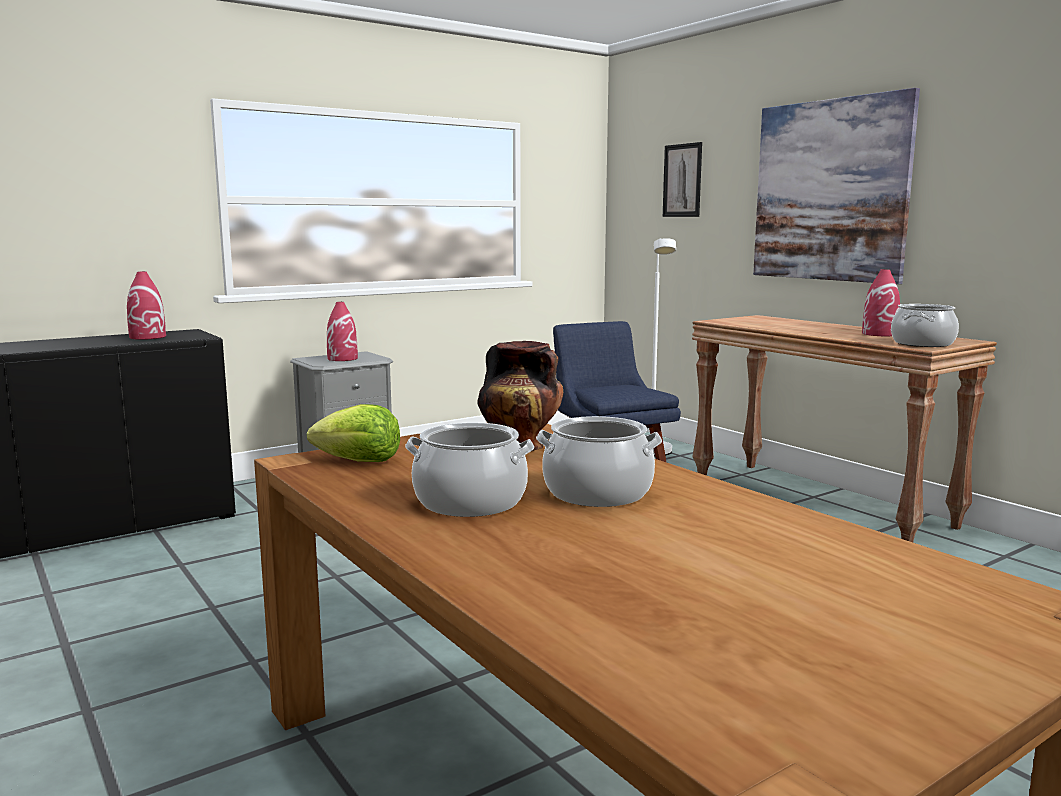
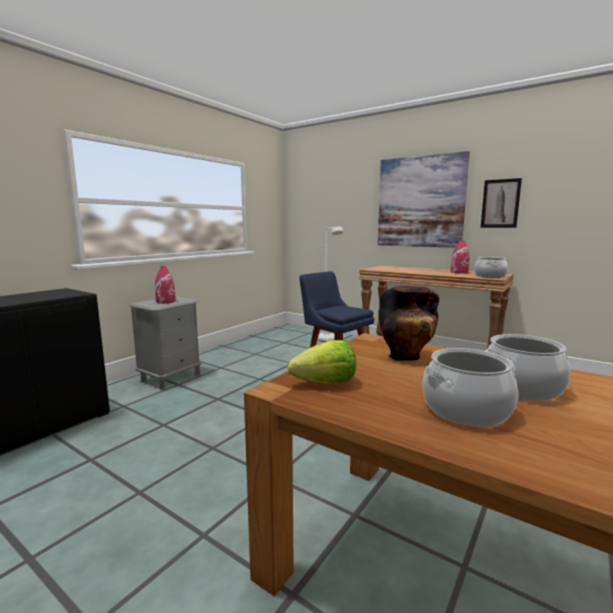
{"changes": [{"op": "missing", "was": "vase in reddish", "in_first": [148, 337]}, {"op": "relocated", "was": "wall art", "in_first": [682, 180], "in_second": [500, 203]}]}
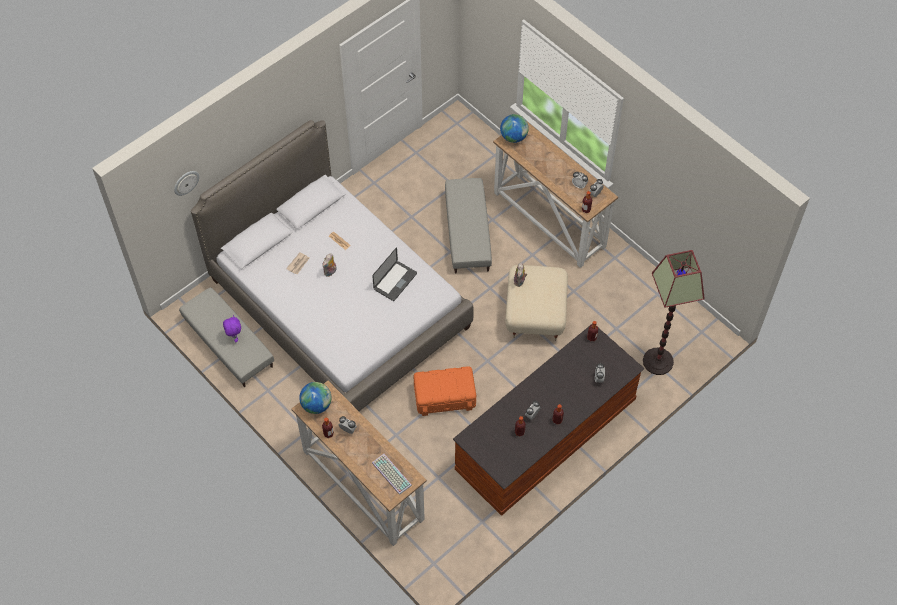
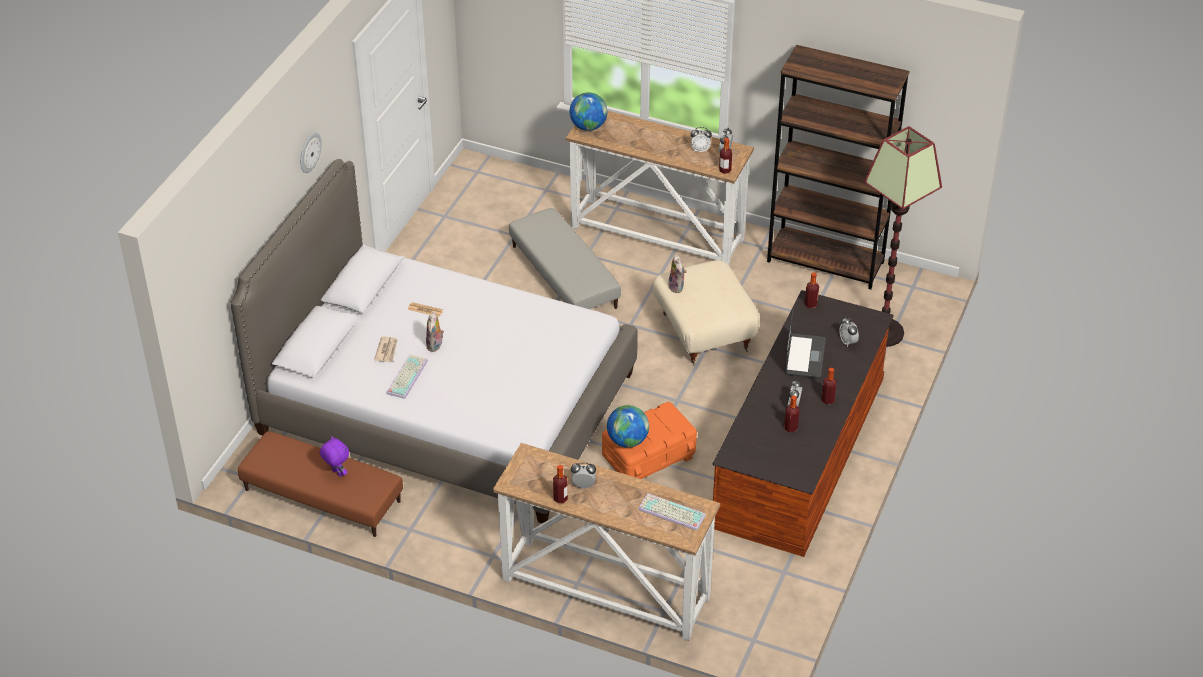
{"changes": [{"op": "relocated", "was": "hanging clock", "in_first": [186, 182], "in_second": [309, 152]}, {"op": "colour", "was": "footrest in grey", "now": "footrest in brown", "in_first": [228, 343], "in_second": [322, 496]}, {"op": "relocated", "was": "globe", "in_first": [316, 405], "in_second": [627, 441]}, {"op": "relocated", "was": "portable computer", "in_first": [395, 281], "in_second": [804, 357]}, {"op": "appeared", "now": "PC keyboard", "in_second": [406, 376]}, {"op": "appeared", "now": "shelving unit in brown", "in_second": [826, 262]}]}
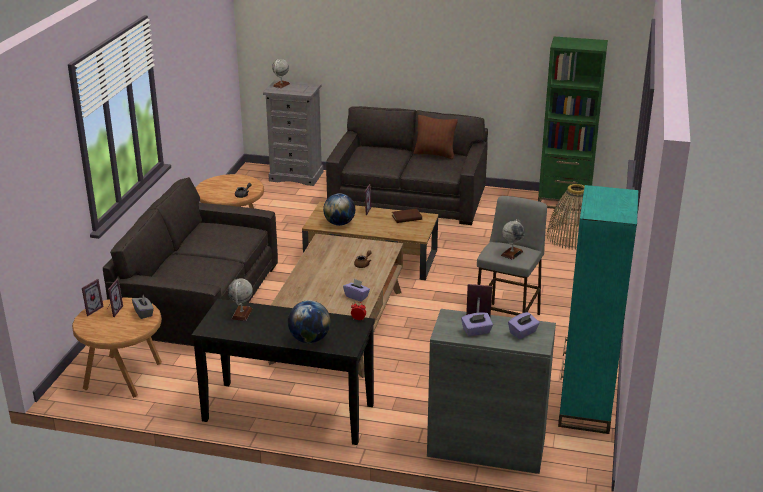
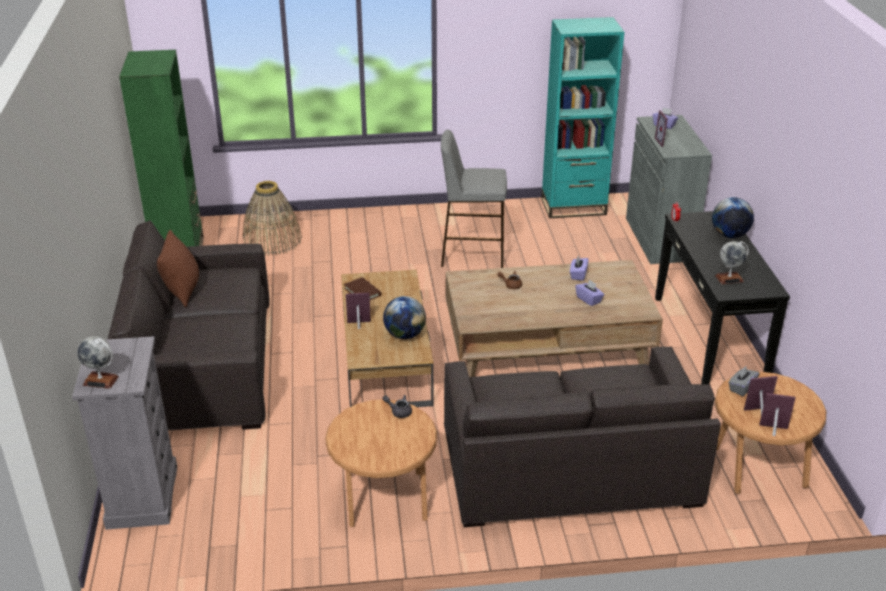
{"changes": [{"op": "relocated", "was": "tissue box in purplish", "in_first": [476, 332], "in_second": [589, 299]}, {"op": "missing", "was": "globe", "in_first": [512, 253]}]}
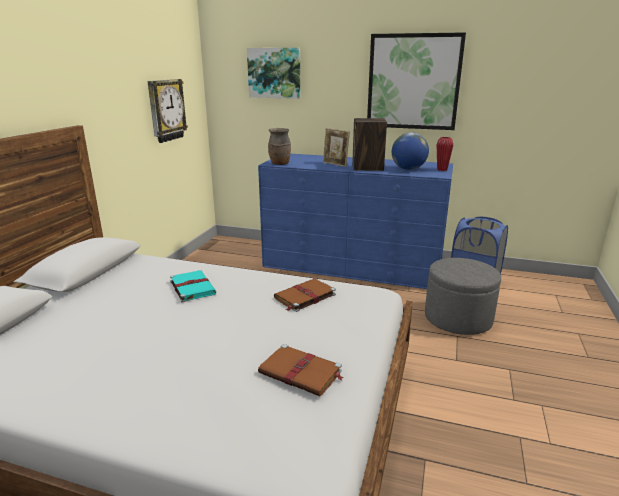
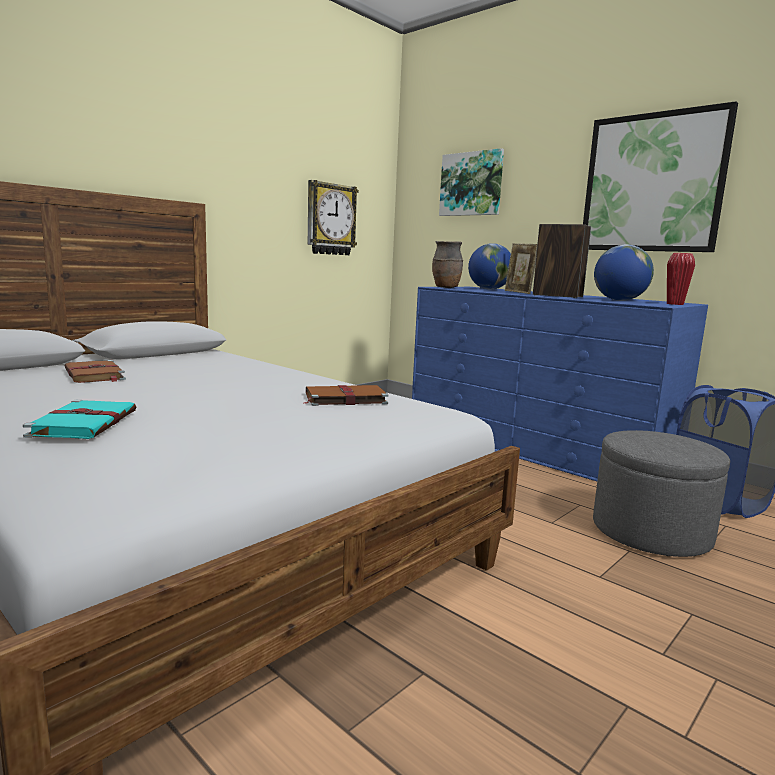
{"changes": [{"op": "relocated", "was": "book in blue-green", "in_first": [192, 287], "in_second": [85, 423]}, {"op": "relocated", "was": "book in brown", "in_first": [301, 373], "in_second": [95, 375]}, {"op": "appeared", "now": "globe", "in_second": [489, 289]}]}
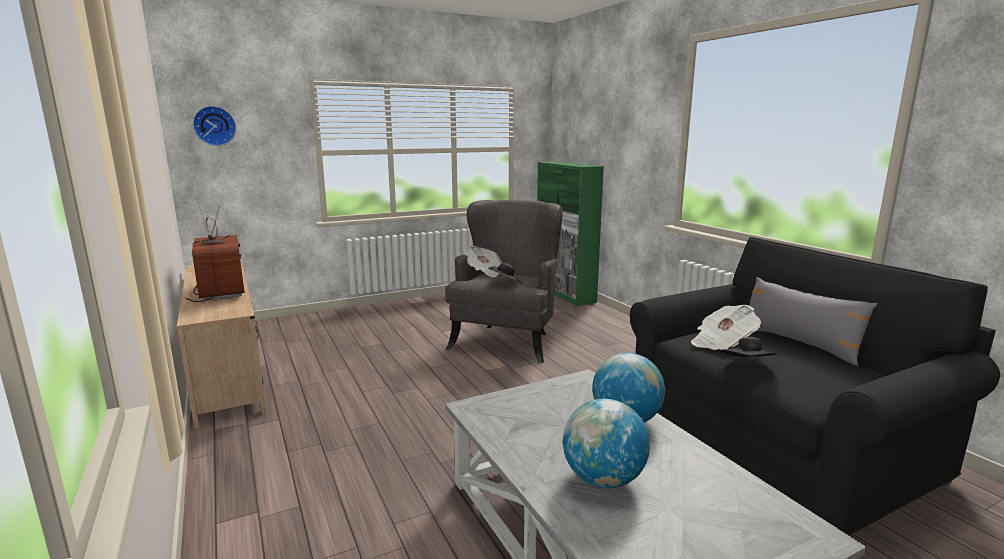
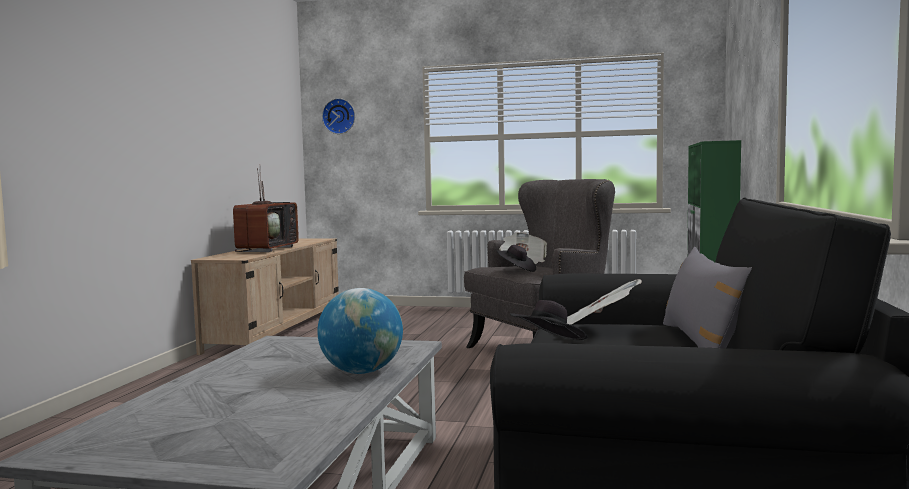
{"changes": [{"op": "missing", "was": "globe", "in_first": [603, 479]}]}
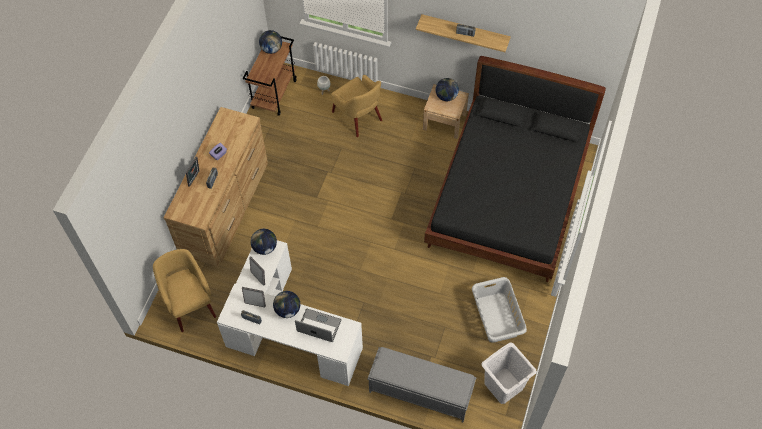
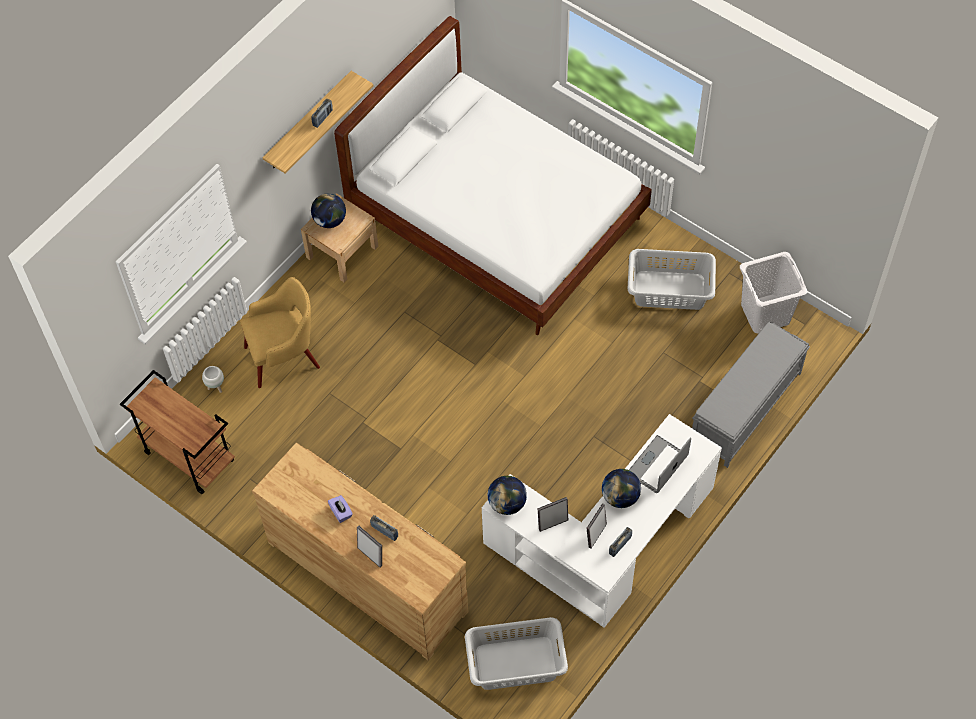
{"changes": [{"op": "exchanged", "was": "armchair in yellowish", "now": "laundry basket in grey", "in_first": [190, 304], "in_second": [515, 662]}, {"op": "missing", "was": "globe", "in_first": [271, 49]}, {"op": "colour", "was": "bed in black", "now": "bed in white-coloured", "in_first": [509, 197], "in_second": [497, 217]}]}
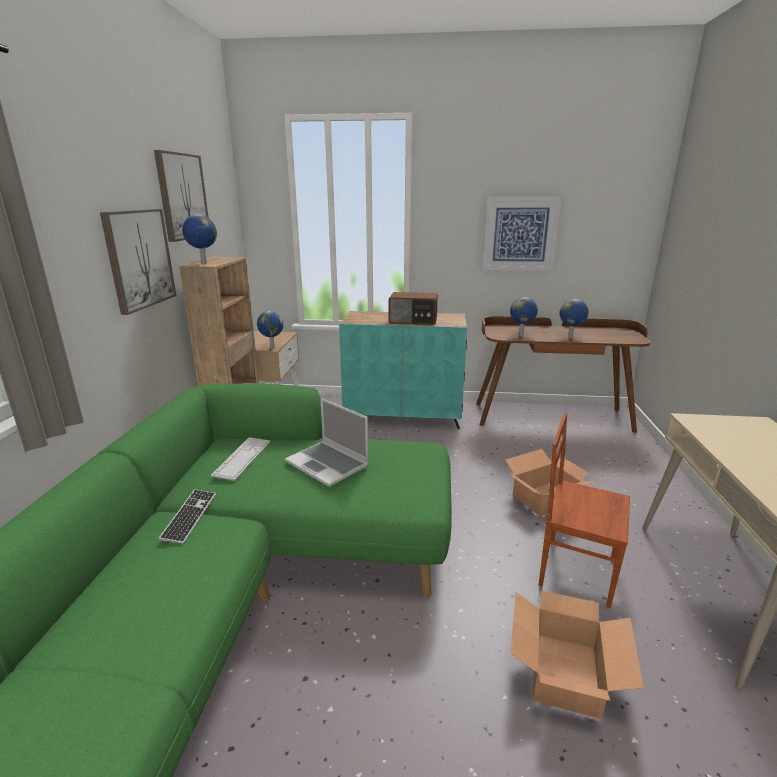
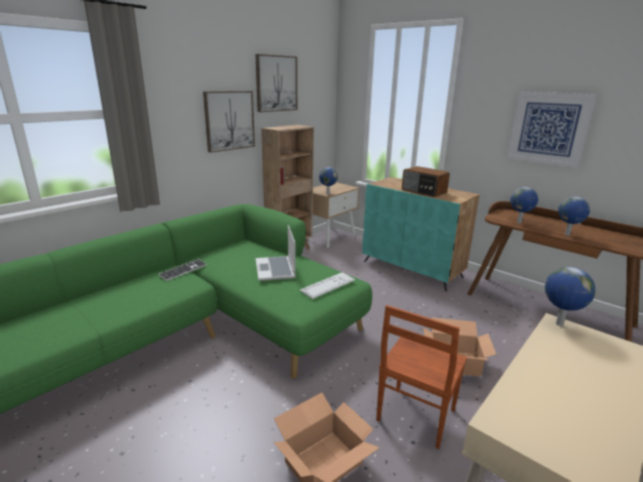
{"changes": [{"op": "relocated", "was": "globe", "in_first": [203, 263], "in_second": [559, 324]}, {"op": "relocated", "was": "PC keyboard", "in_first": [242, 458], "in_second": [328, 285]}, {"op": "spun", "was": "plain chair in brown", "in_first": [576, 570], "in_second": [414, 415], "clockwise": -120}]}
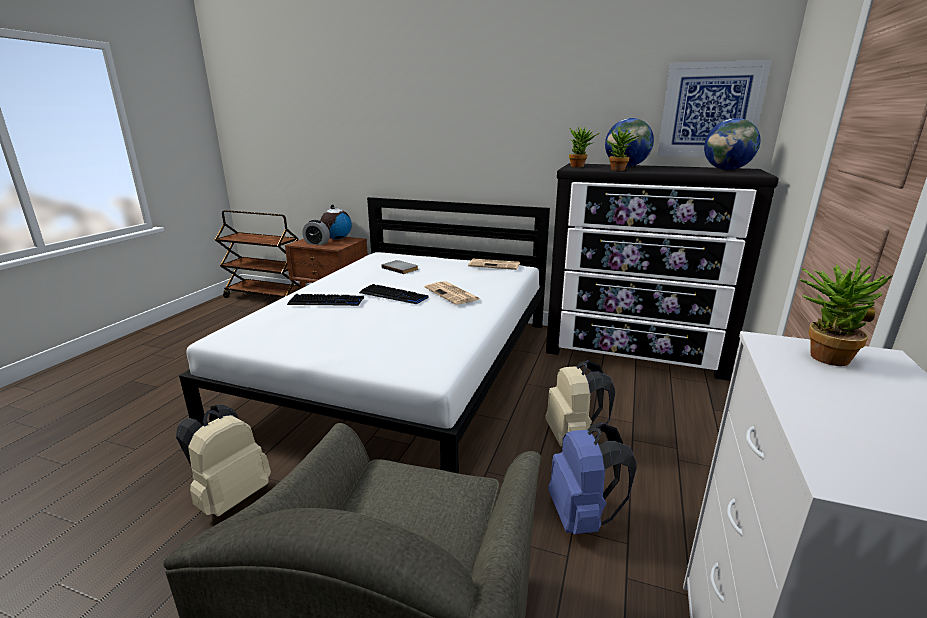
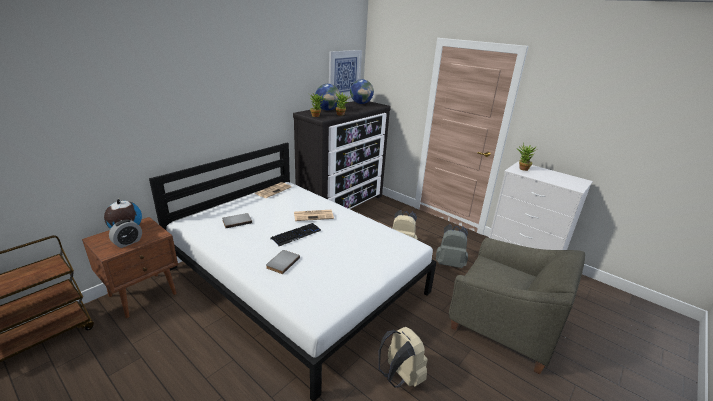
{"changes": [{"op": "exchanged", "was": "PC keyboard", "now": "book in grey", "in_first": [326, 302], "in_second": [282, 262]}, {"op": "colour", "was": "rucksack in blue-coloured", "now": "rucksack in grey", "in_first": [582, 517], "in_second": [450, 263]}]}
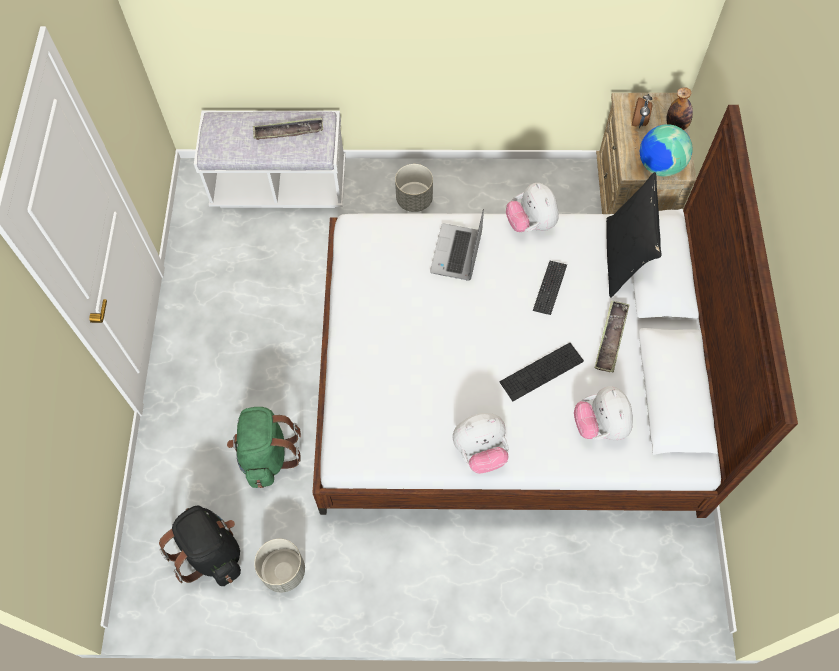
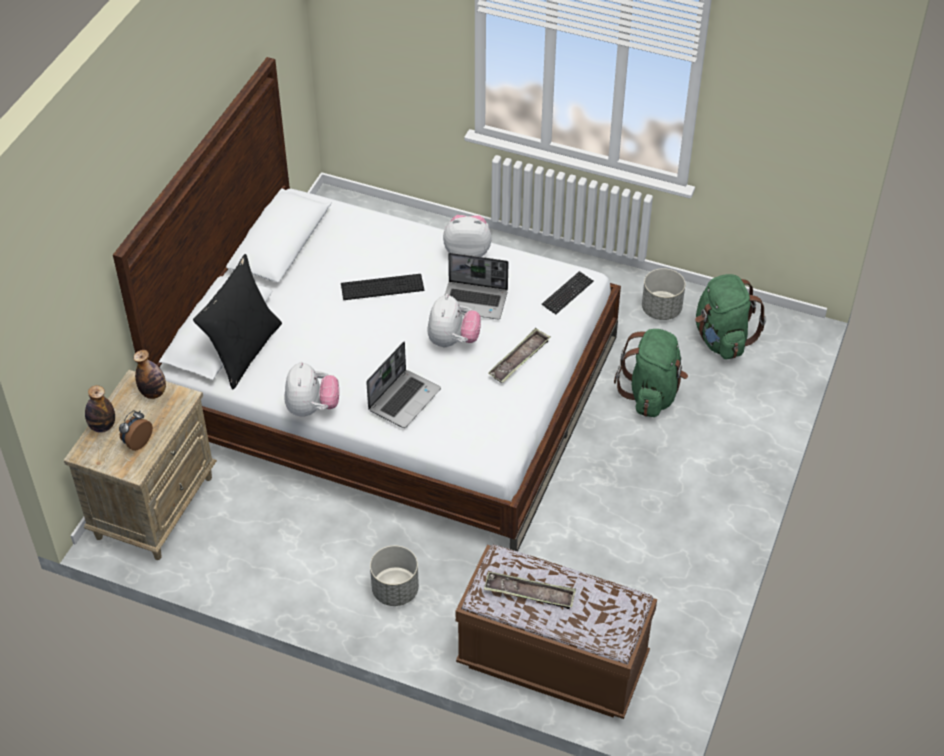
{"changes": [{"op": "colour", "was": "rucksack in black", "now": "rucksack in greenish", "in_first": [211, 552], "in_second": [721, 339]}, {"op": "colour", "was": "indoor bench in white-coloured", "now": "indoor bench in brown", "in_first": [279, 186], "in_second": [552, 663]}, {"op": "relocated", "was": "PC keyboard", "in_first": [549, 288], "in_second": [567, 294]}, {"op": "relocated", "was": "plush toy", "in_first": [600, 425], "in_second": [453, 340]}, {"op": "relocated", "was": "carrying tray", "in_first": [610, 338], "in_second": [519, 359]}, {"op": "exchanged", "was": "globe", "now": "bottle", "in_first": [659, 166], "in_second": [153, 392]}, {"op": "appeared", "now": "portable computer", "in_second": [475, 301]}]}
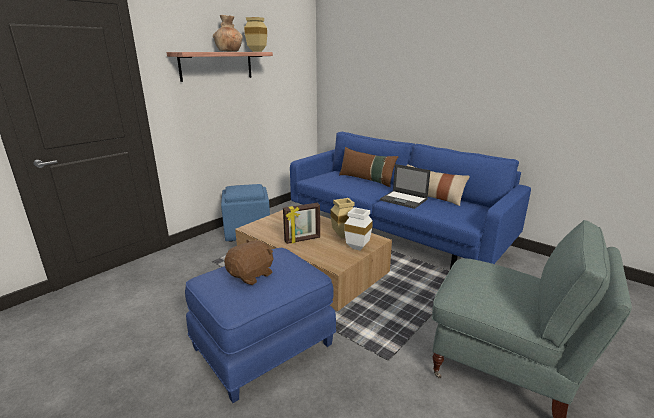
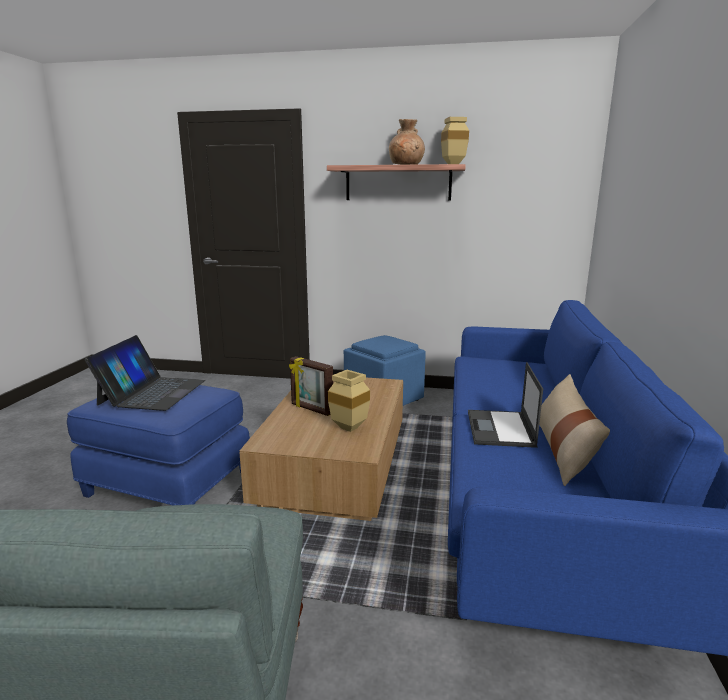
{"changes": [{"op": "exchanged", "was": "plush toy in brown", "now": "portable computer", "in_first": [251, 275], "in_second": [152, 392]}, {"op": "missing", "was": "cushion in brown", "in_first": [366, 180]}, {"op": "missing", "was": "vase in white-coloured", "in_first": [356, 248]}]}
